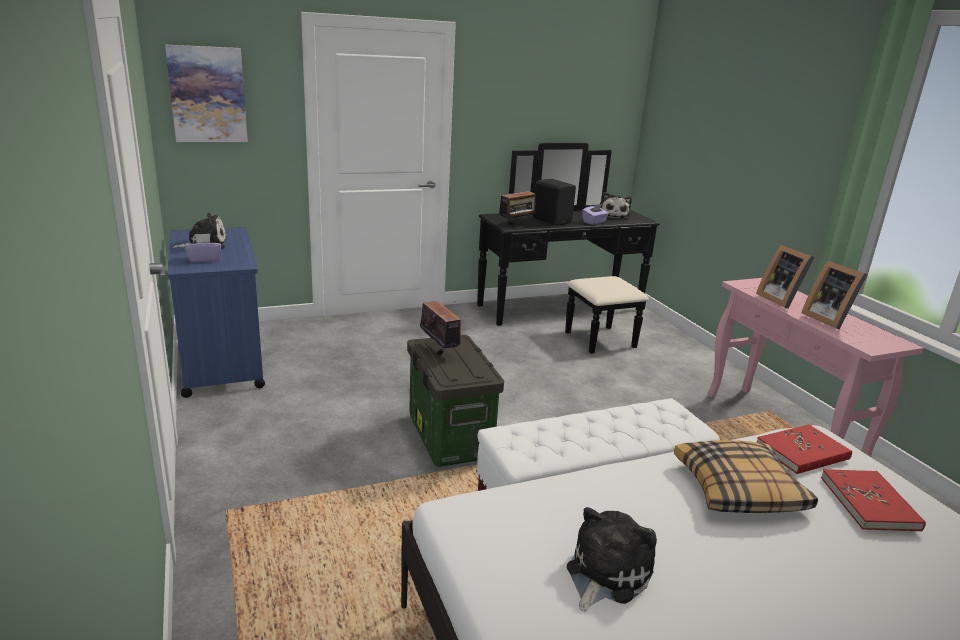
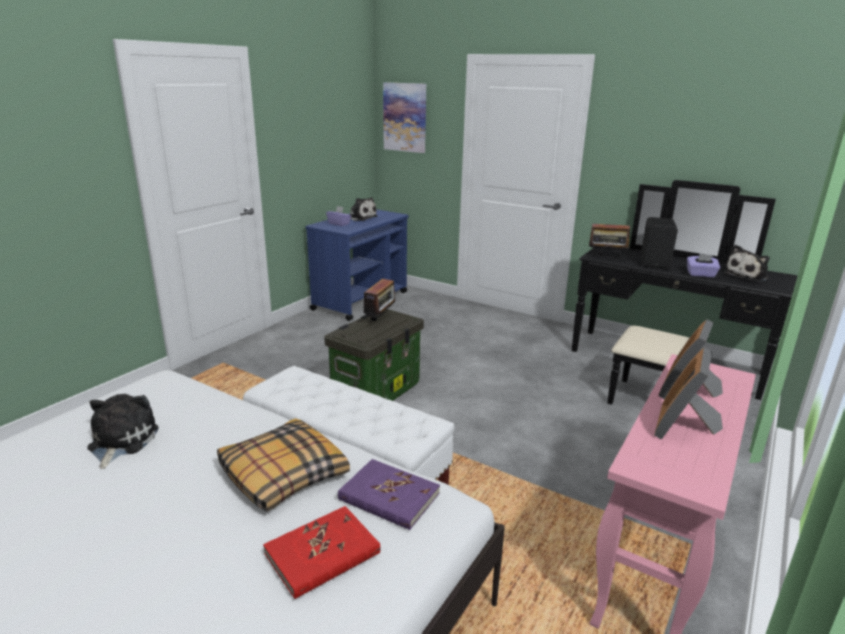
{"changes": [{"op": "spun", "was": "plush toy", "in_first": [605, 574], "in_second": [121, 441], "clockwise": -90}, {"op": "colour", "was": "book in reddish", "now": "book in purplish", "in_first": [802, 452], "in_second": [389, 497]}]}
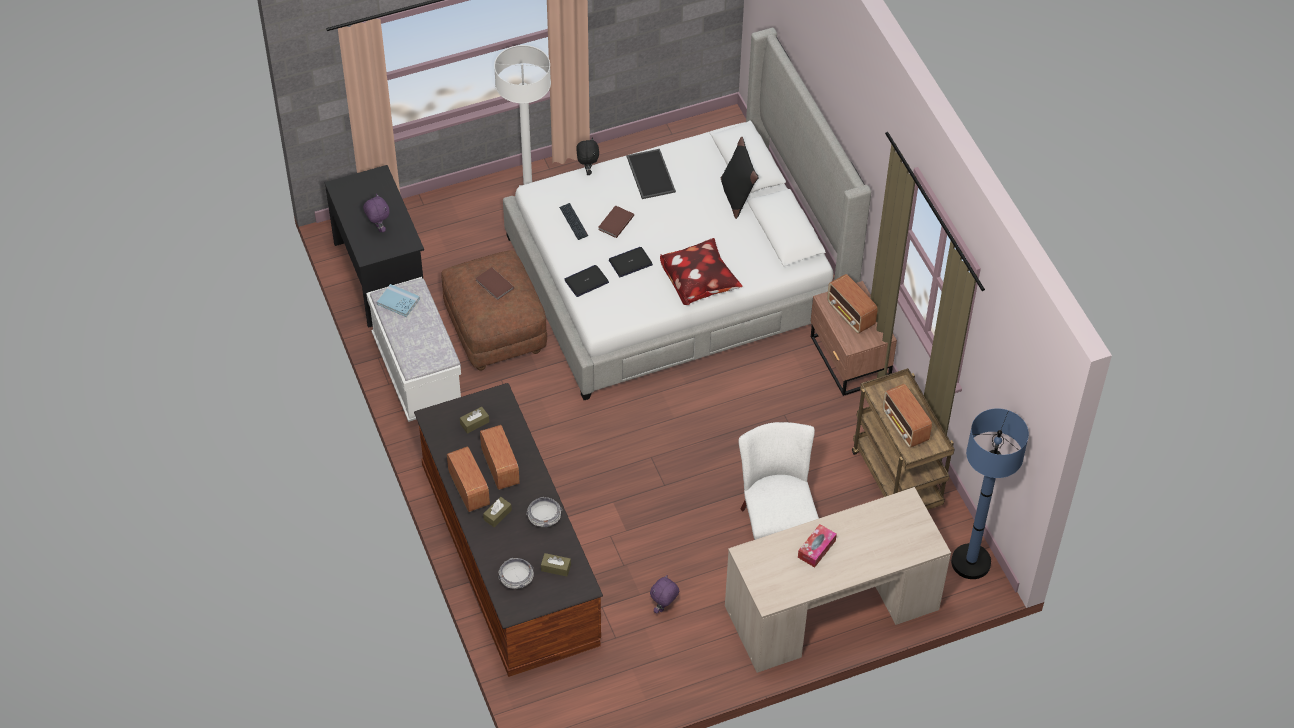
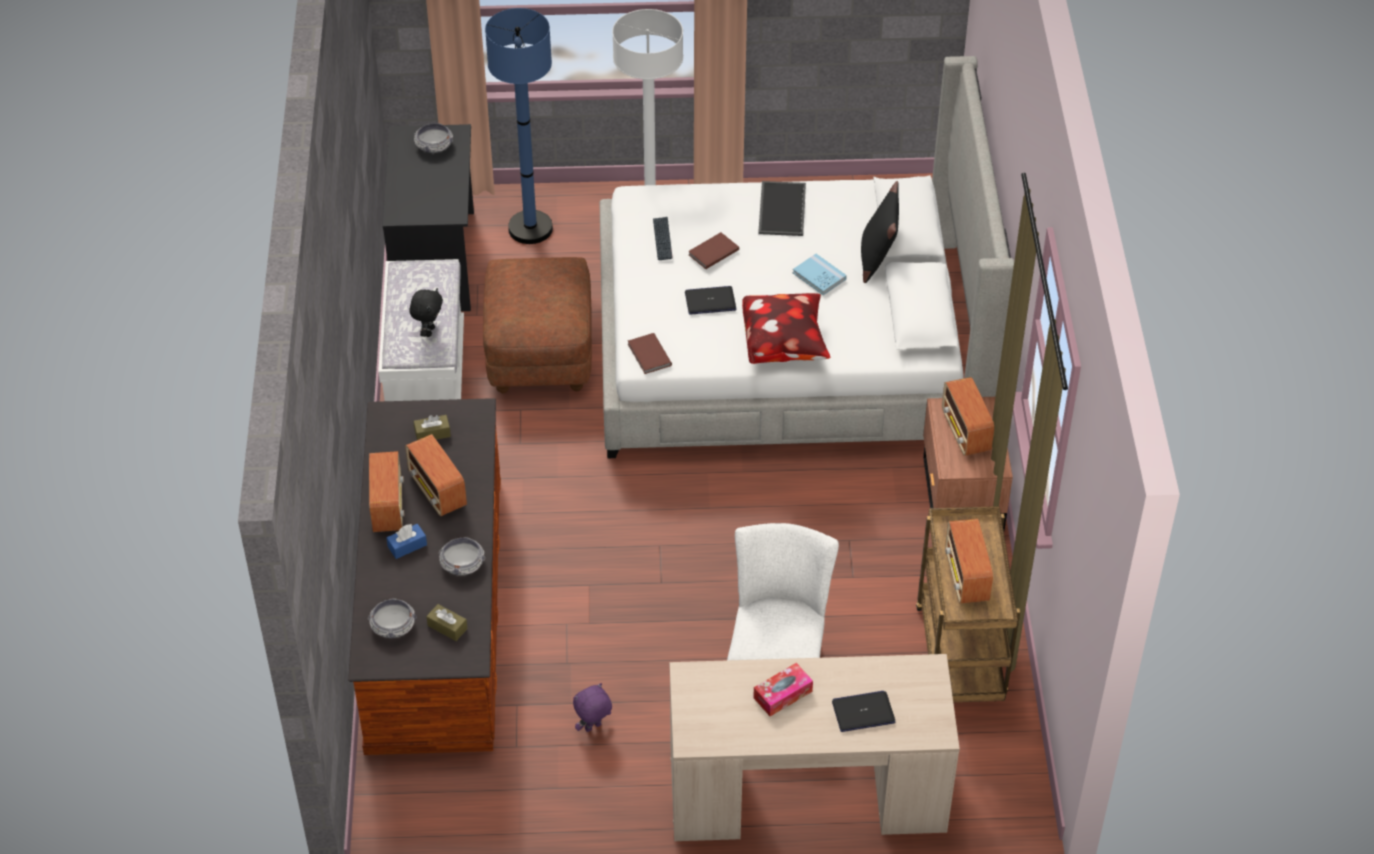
{"changes": [{"op": "missing", "was": "plush toy in purplish", "in_first": [378, 228]}, {"op": "relocated", "was": "book in blue-coloured", "in_first": [398, 301], "in_second": [819, 276]}, {"op": "relocated", "was": "book in brown", "in_first": [494, 285], "in_second": [648, 355]}, {"op": "spun", "was": "radio receiver", "in_first": [500, 467], "in_second": [438, 491], "clockwise": 150}, {"op": "colour", "was": "tissue box in brown", "now": "tissue box in blue-coloured", "in_first": [497, 515], "in_second": [407, 546]}, {"op": "relocated", "was": "portable computer", "in_first": [586, 281], "in_second": [863, 712]}, {"op": "relocated", "was": "plush toy in black", "in_first": [587, 170], "in_second": [428, 331]}, {"op": "relocated", "was": "floor lamp in blue-coloured", "in_first": [970, 562], "in_second": [530, 228]}, {"op": "appeared", "now": "bowl", "in_second": [434, 145]}]}
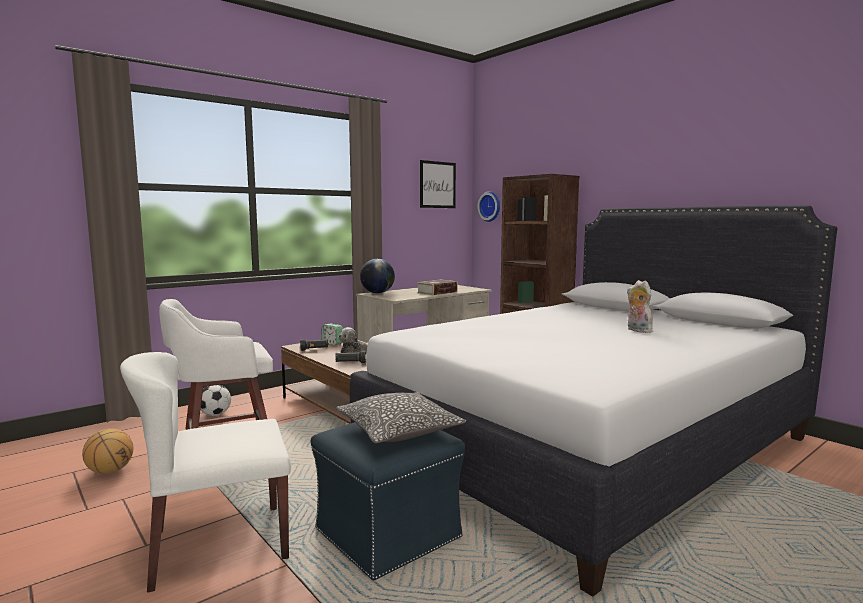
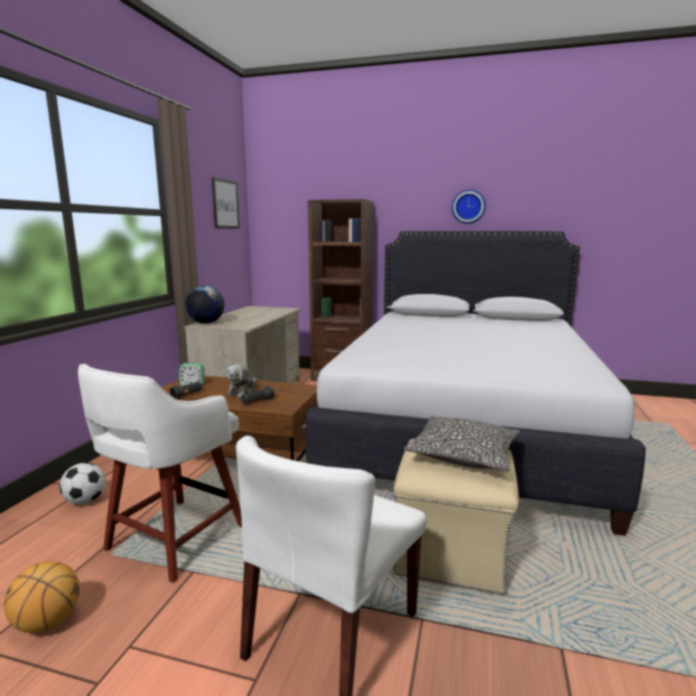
{"changes": [{"op": "colour", "was": "footrest in blue-coloured", "now": "footrest in beige-coloured", "in_first": [389, 534], "in_second": [453, 552]}, {"op": "missing", "was": "book", "in_first": [437, 292]}, {"op": "relocated", "was": "hanging clock", "in_first": [490, 206], "in_second": [468, 206]}, {"op": "missing", "was": "plush toy", "in_first": [637, 330]}]}
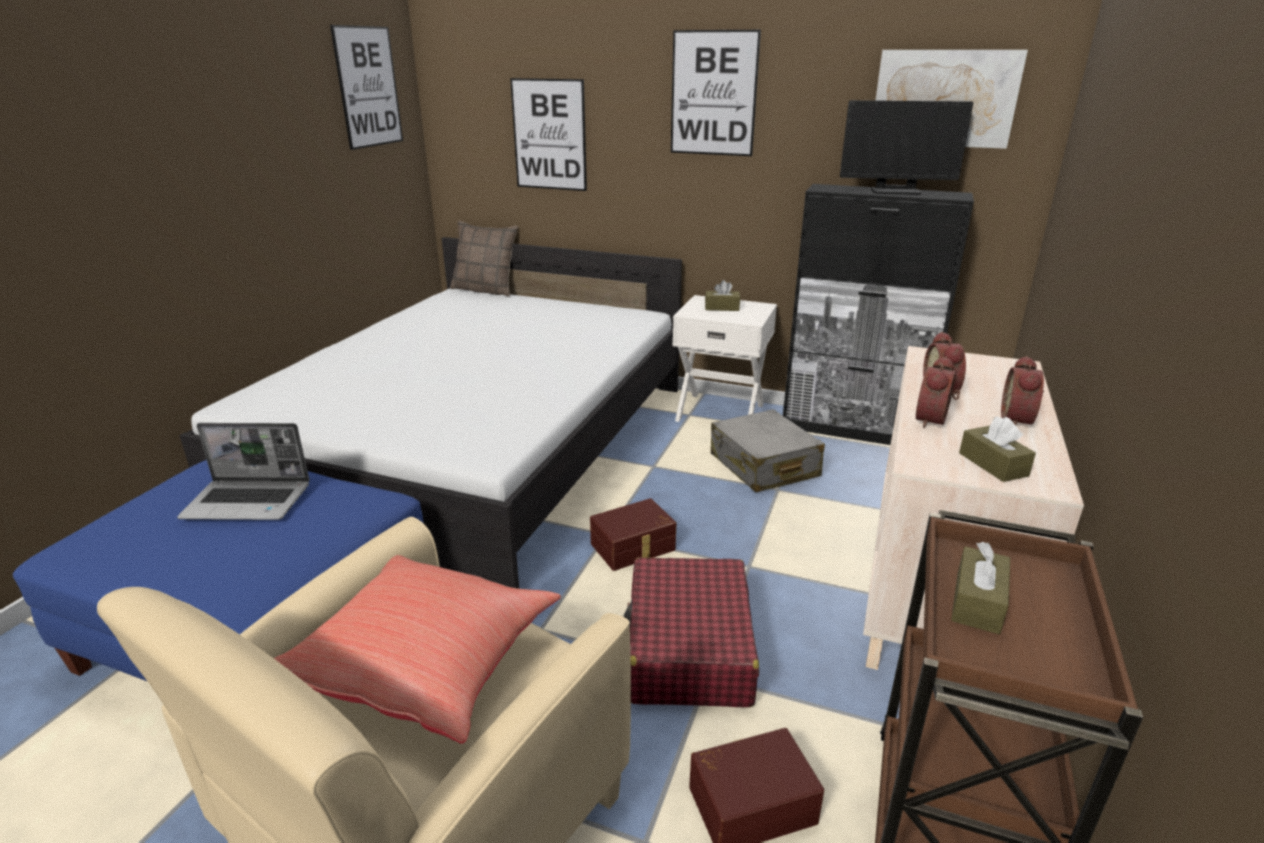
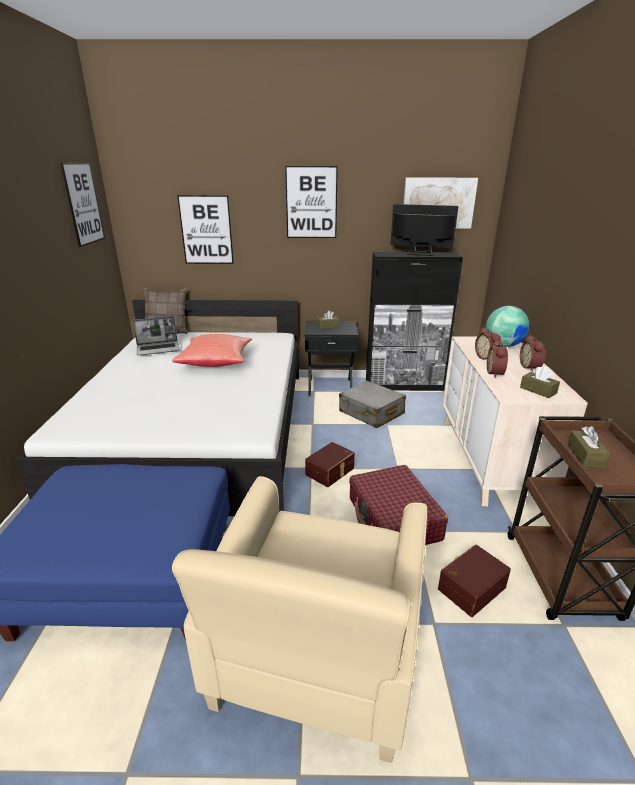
{"changes": [{"op": "relocated", "was": "portable computer", "in_first": [249, 501], "in_second": [158, 349]}, {"op": "relocated", "was": "cushion in reddish", "in_first": [426, 666], "in_second": [216, 362]}, {"op": "colour", "was": "night table in white-coloured", "now": "night table in black", "in_first": [720, 412], "in_second": [330, 386]}, {"op": "spun", "was": "computer screen", "in_first": [895, 191], "in_second": [420, 254], "clockwise": -150}, {"op": "appeared", "now": "globe", "in_second": [503, 345]}]}
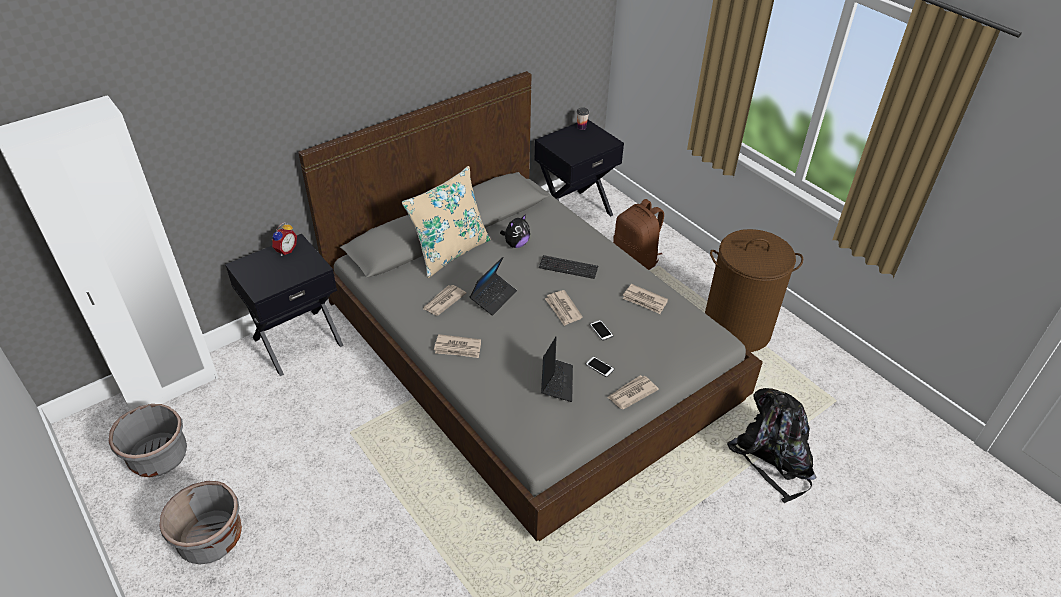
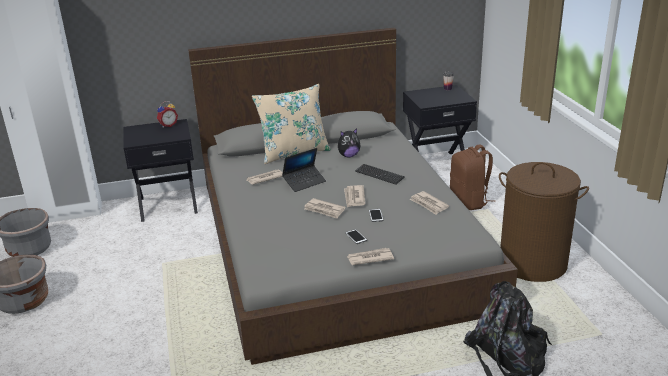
{"changes": [{"op": "relocated", "was": "newspaper", "in_first": [458, 348], "in_second": [324, 210]}, {"op": "missing", "was": "portable computer", "in_first": [556, 382]}]}
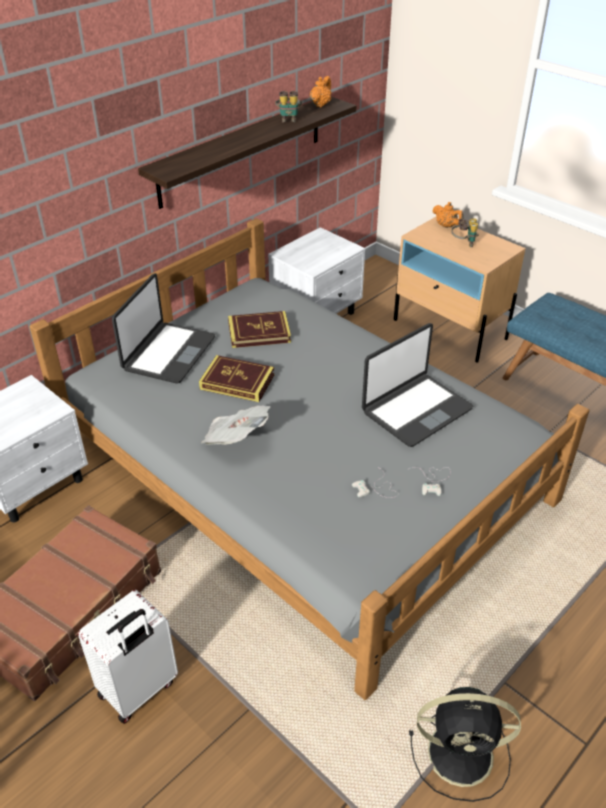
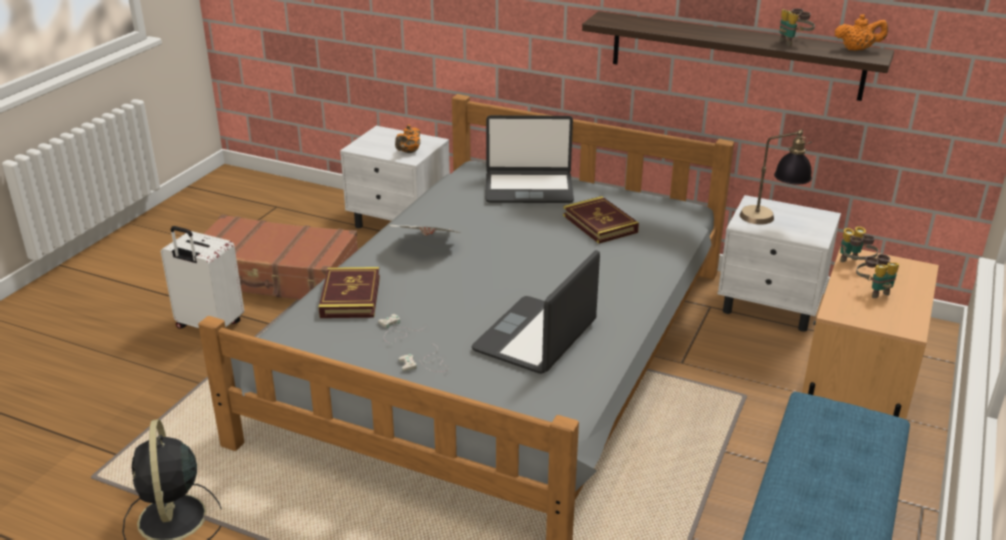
{"changes": [{"op": "relocated", "was": "book", "in_first": [237, 382], "in_second": [350, 297]}, {"op": "spun", "was": "portable computer", "in_first": [416, 410], "in_second": [536, 337], "clockwise": 90}, {"op": "relocated", "was": "teapot in orange-coloured", "in_first": [446, 226], "in_second": [408, 152]}, {"op": "appeared", "now": "lamp for a table", "in_second": [771, 220]}, {"op": "appeared", "now": "pair of binoculars", "in_second": [853, 265]}]}
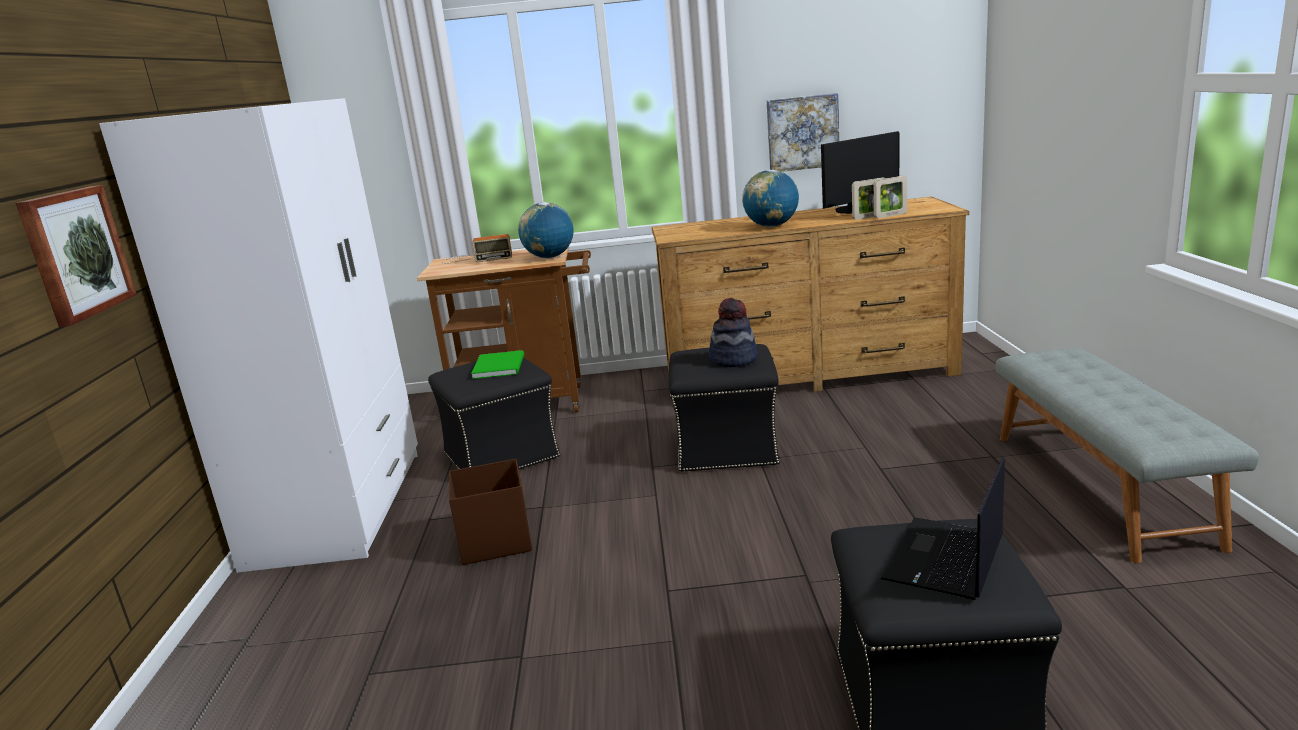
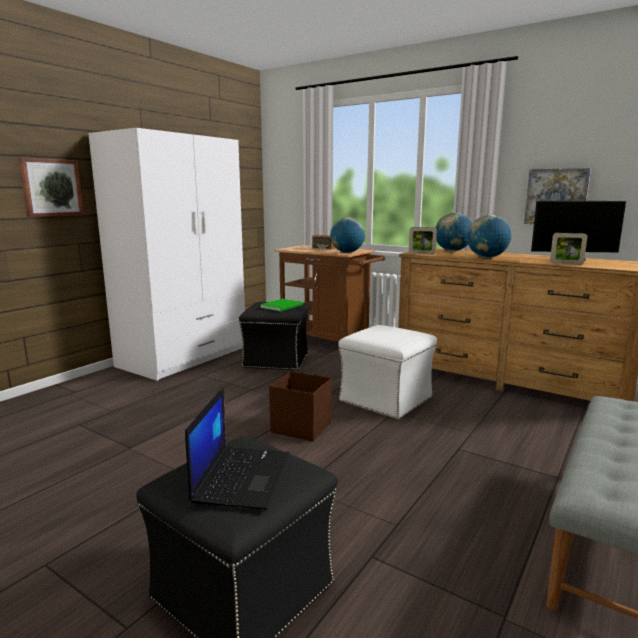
{"changes": [{"op": "relocated", "was": "storage bin in brown", "in_first": [494, 542], "in_second": [300, 427]}, {"op": "colour", "was": "footrest in black", "now": "footrest in white-coloured", "in_first": [728, 448], "in_second": [386, 399]}, {"op": "missing", "was": "clothing hat", "in_first": [733, 359]}, {"op": "relocated", "was": "standing frame", "in_first": [890, 215], "in_second": [421, 254]}, {"op": "spun", "was": "portable computer", "in_first": [945, 560], "in_second": [242, 476], "clockwise": 120}, {"op": "appeared", "now": "globe", "in_second": [452, 251]}]}
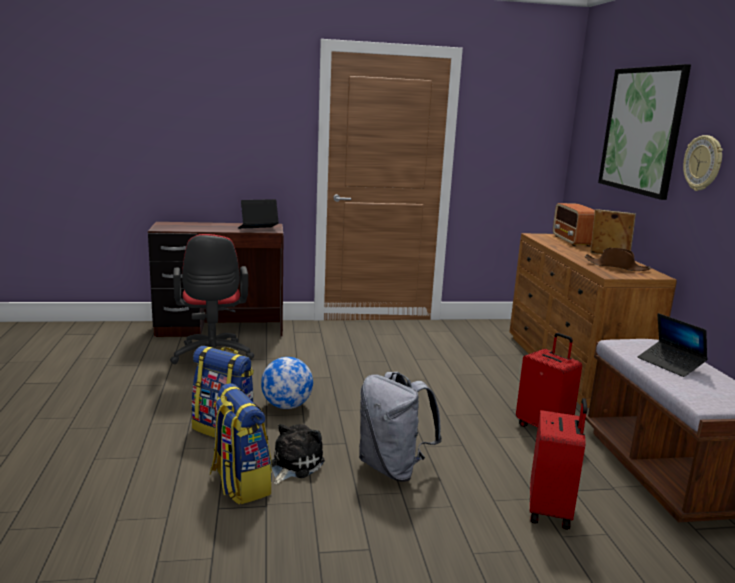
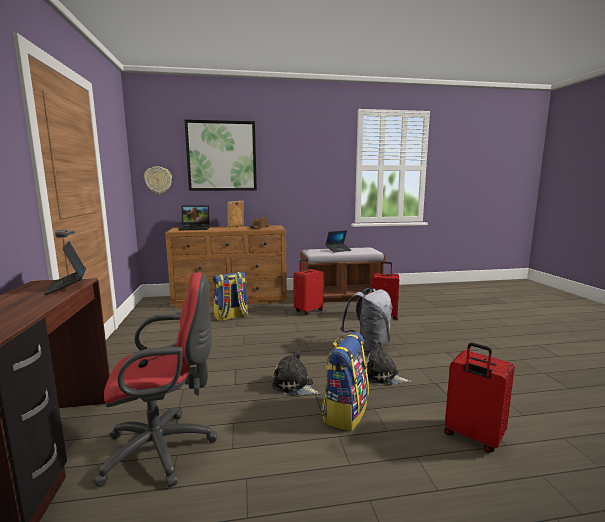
{"changes": [{"op": "relocated", "was": "rucksack", "in_first": [239, 484], "in_second": [231, 317]}, {"op": "exchanged", "was": "globe", "now": "plush toy", "in_first": [286, 406], "in_second": [294, 386]}, {"op": "exchanged", "was": "radio receiver", "now": "portable computer", "in_first": [572, 241], "in_second": [195, 228]}, {"op": "relocated", "was": "hanging clock", "in_first": [703, 163], "in_second": [158, 180]}, {"op": "appeared", "now": "travel case in reddish", "in_second": [473, 437]}]}
